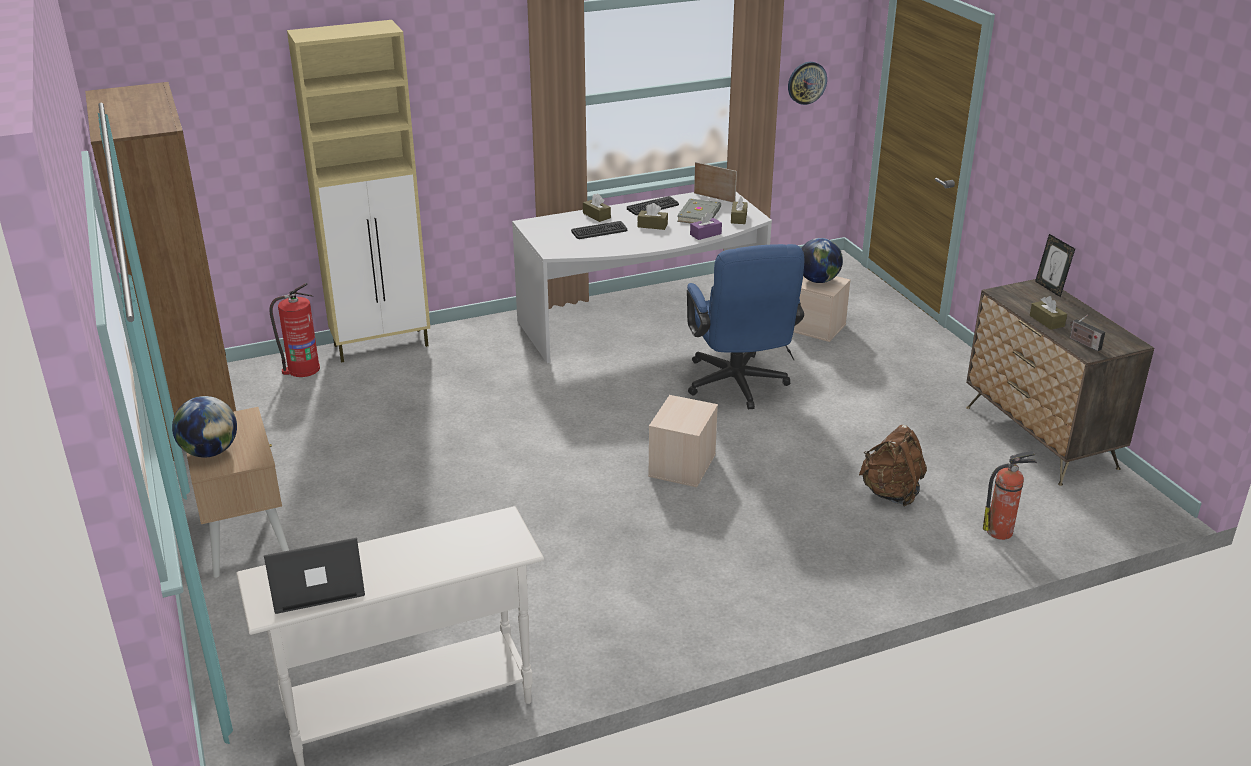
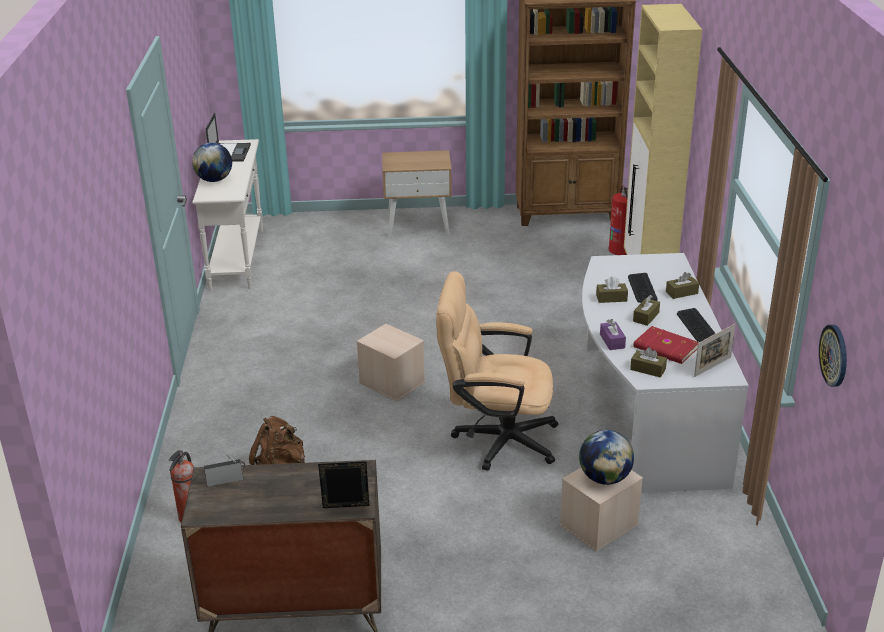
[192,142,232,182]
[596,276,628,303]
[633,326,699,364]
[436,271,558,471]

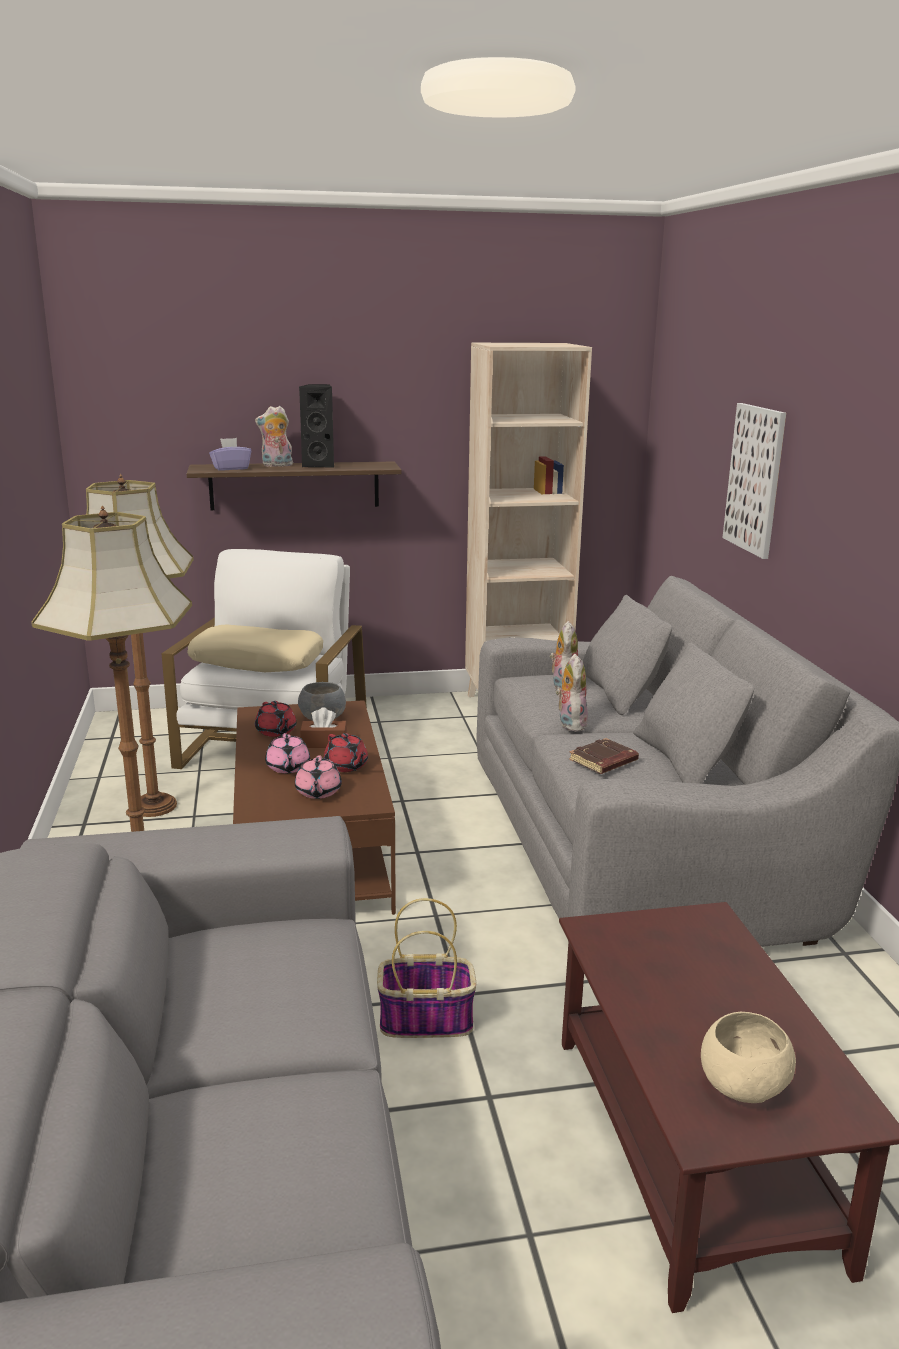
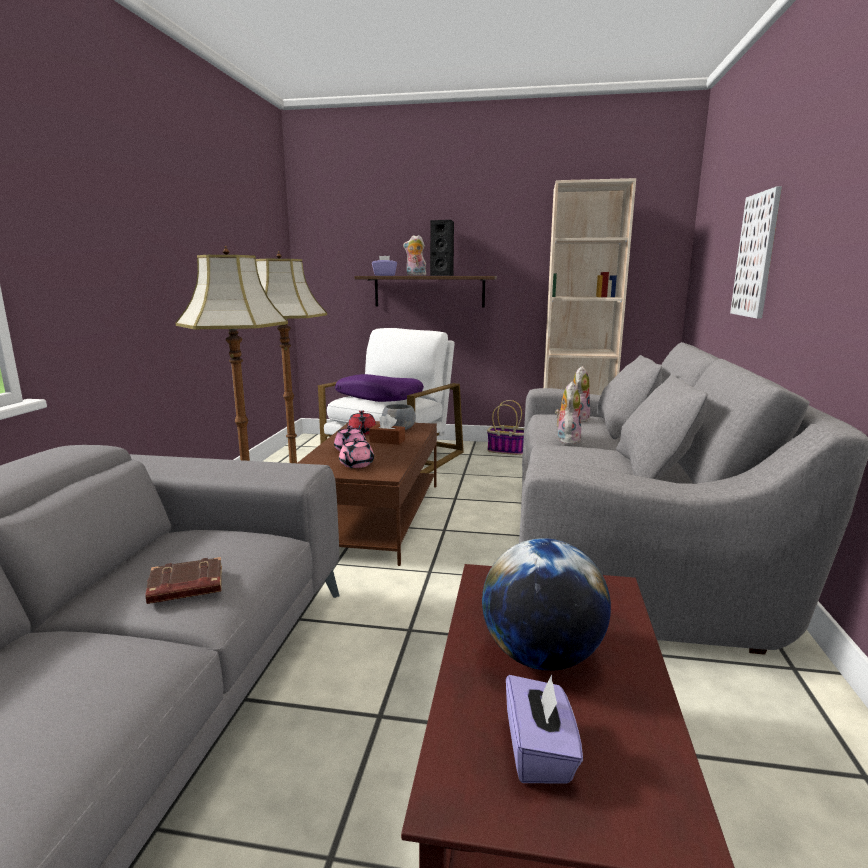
[324,733,368,772] (first image)
[482,538,611,671]
[487,400,524,455]
[145,557,222,604]
[506,674,583,784]
[335,374,424,402]

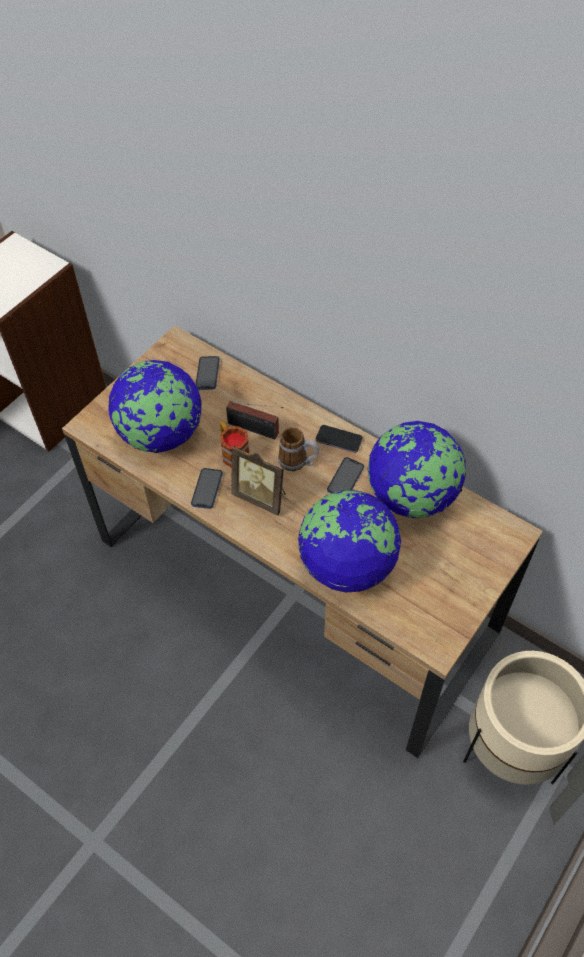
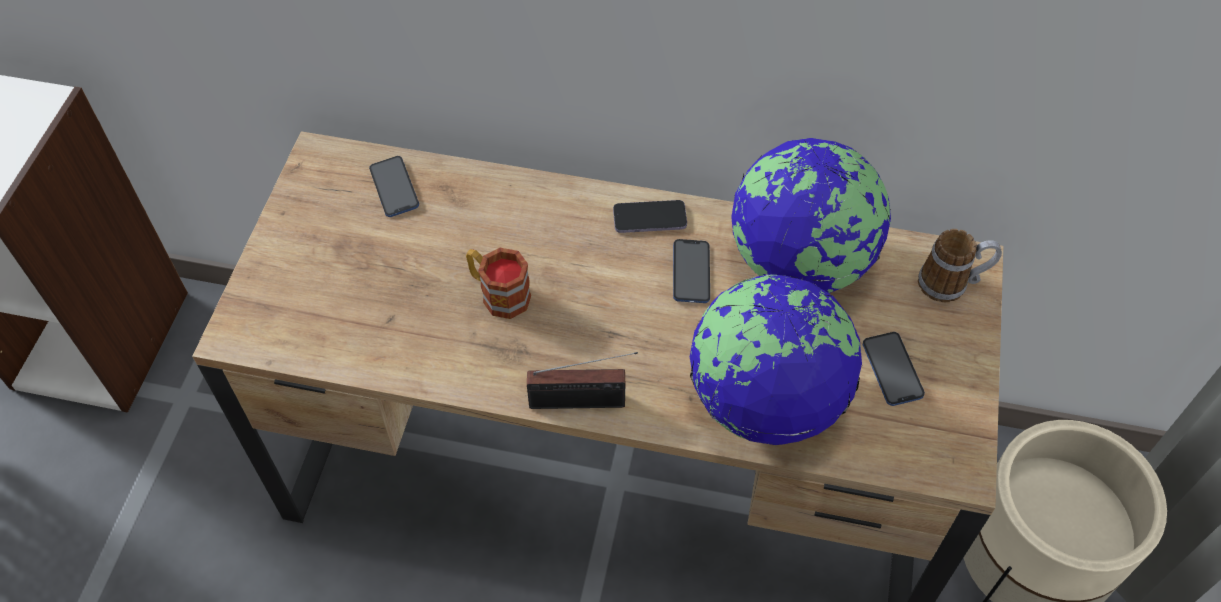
[108,360,202,453] (first image)
[231,445,286,516] (first image)
[863,332,925,406]
[527,352,638,409]
[918,229,1002,302]

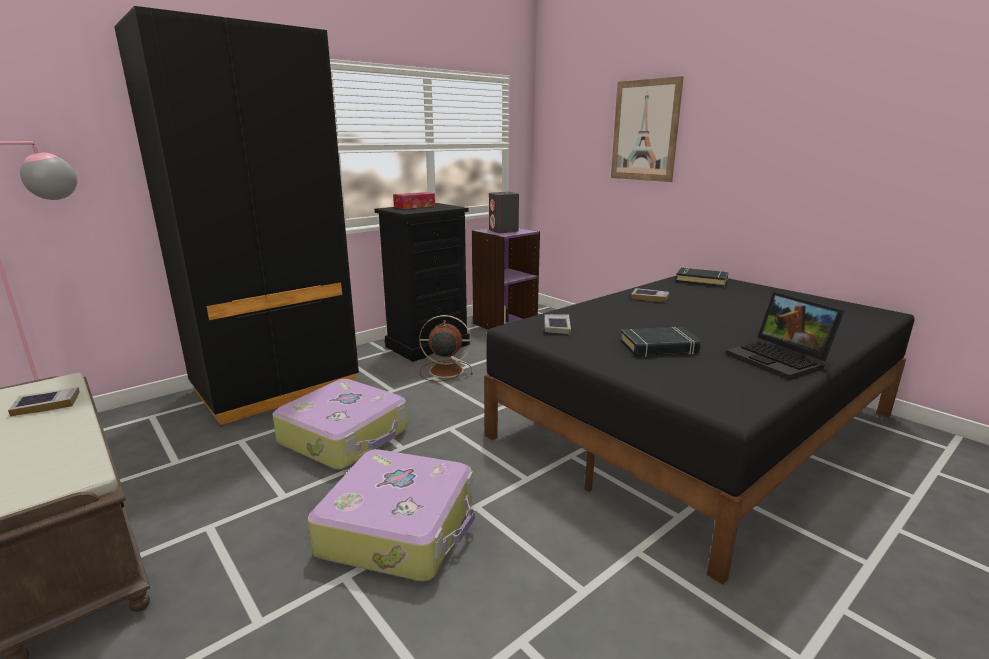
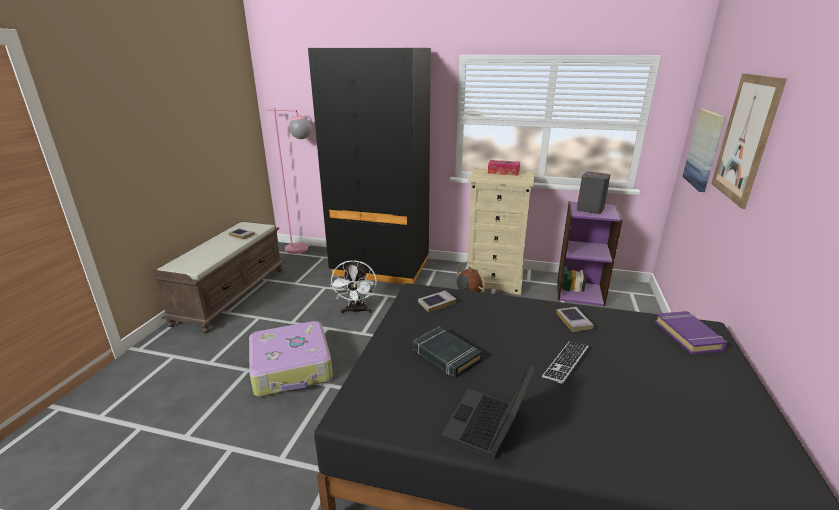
[542,341,589,384]
[683,109,725,192]
[330,260,377,314]
[467,168,535,295]
[655,311,728,354]

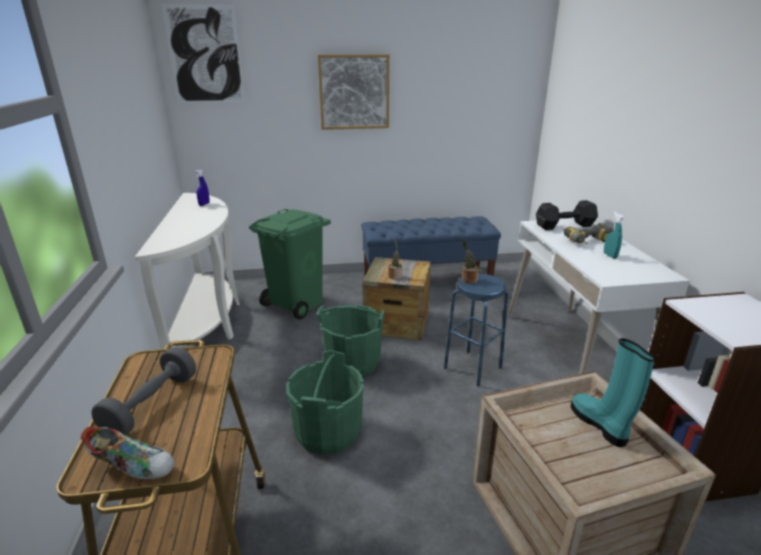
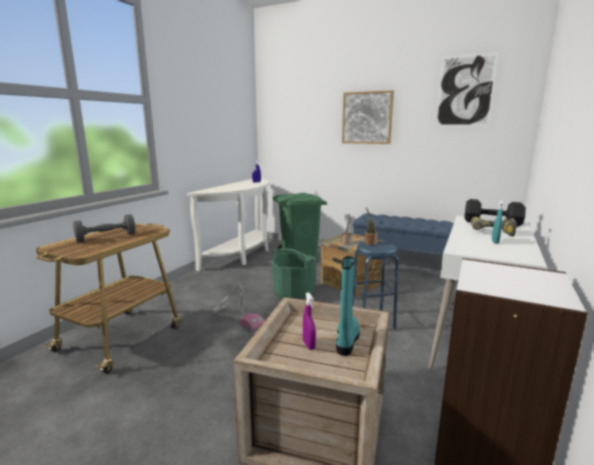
[81,427,175,480] (first image)
[303,292,316,350]
[435,52,498,126]
[211,284,265,333]

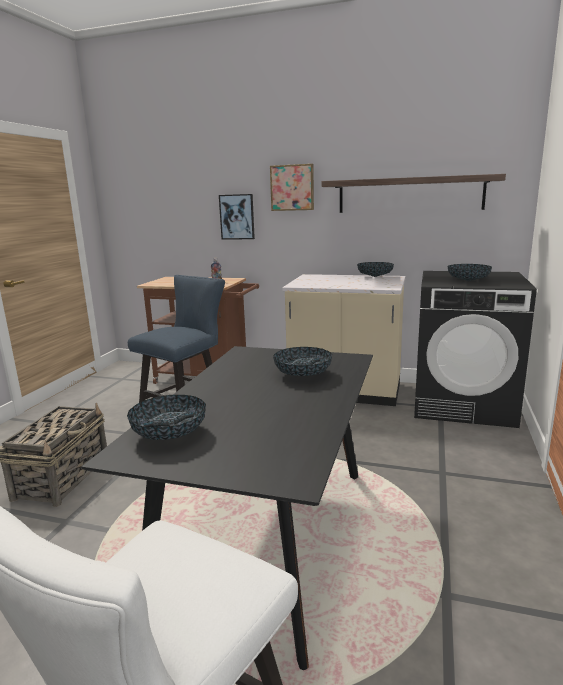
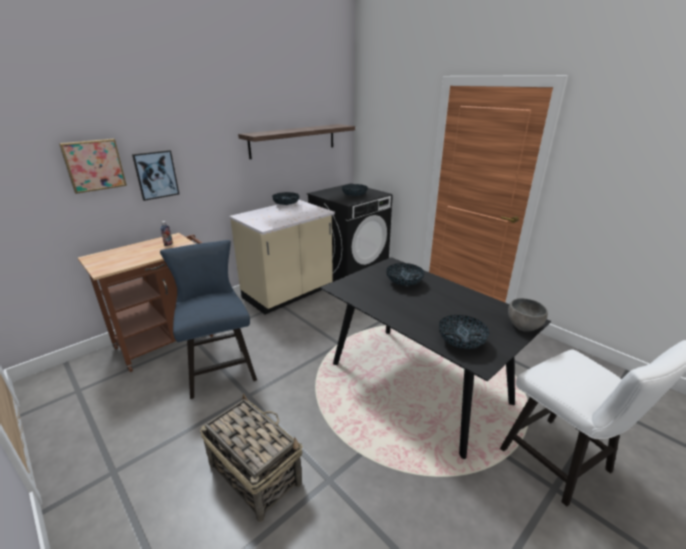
[508,298,548,332]
[59,139,127,194]

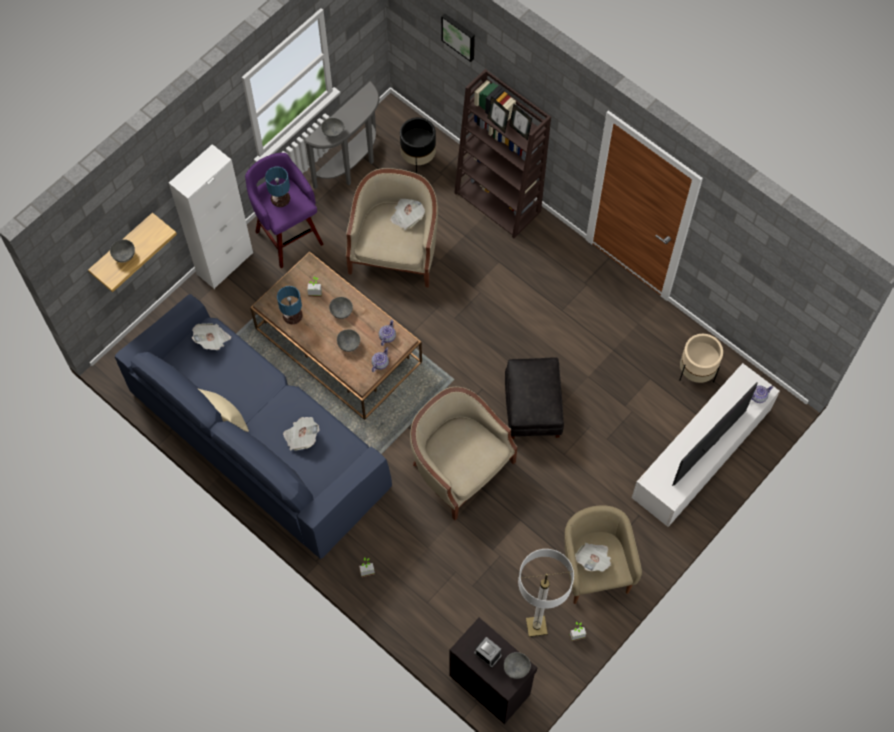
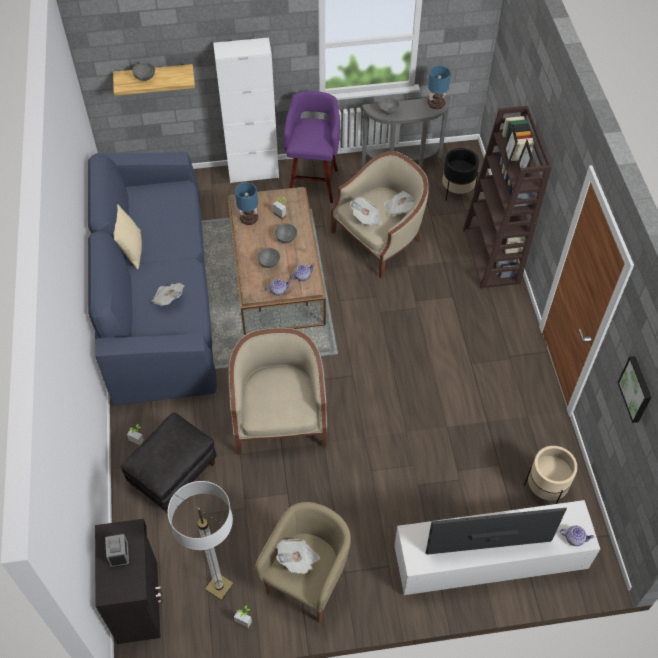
[504,652,531,679] (first image)
[350,197,382,226]
[427,66,451,109]
[617,356,652,423]
[121,412,217,513]

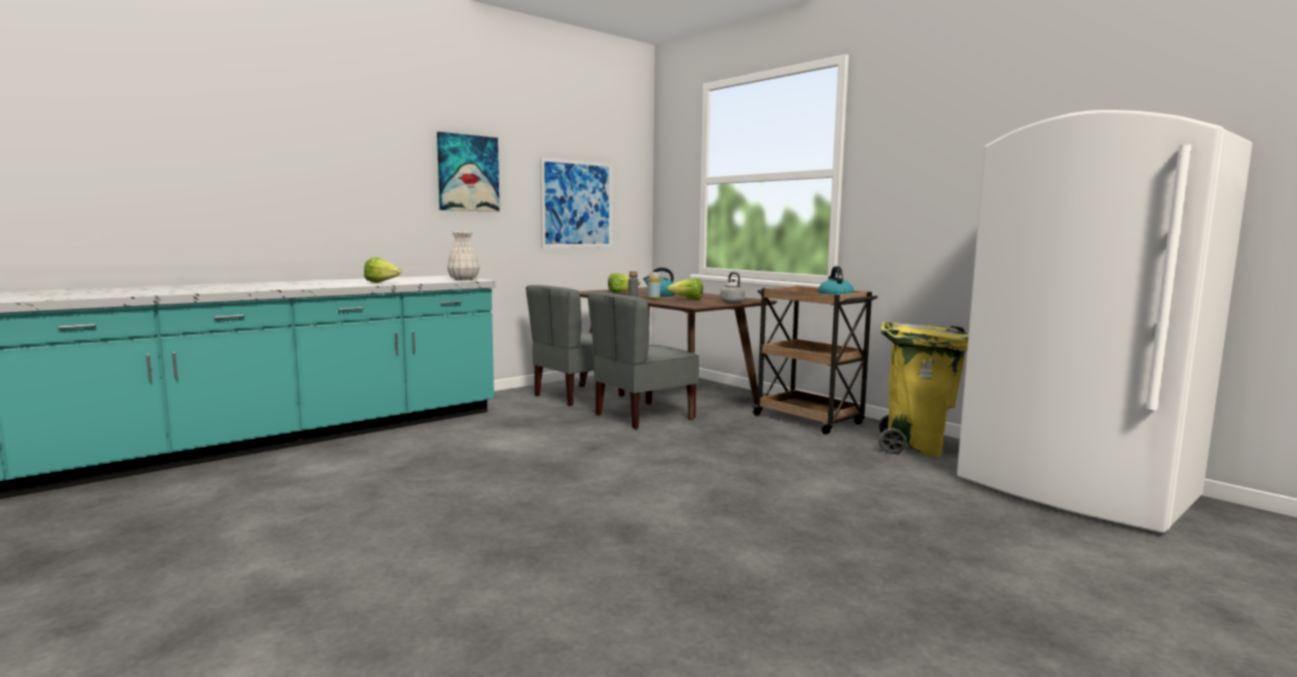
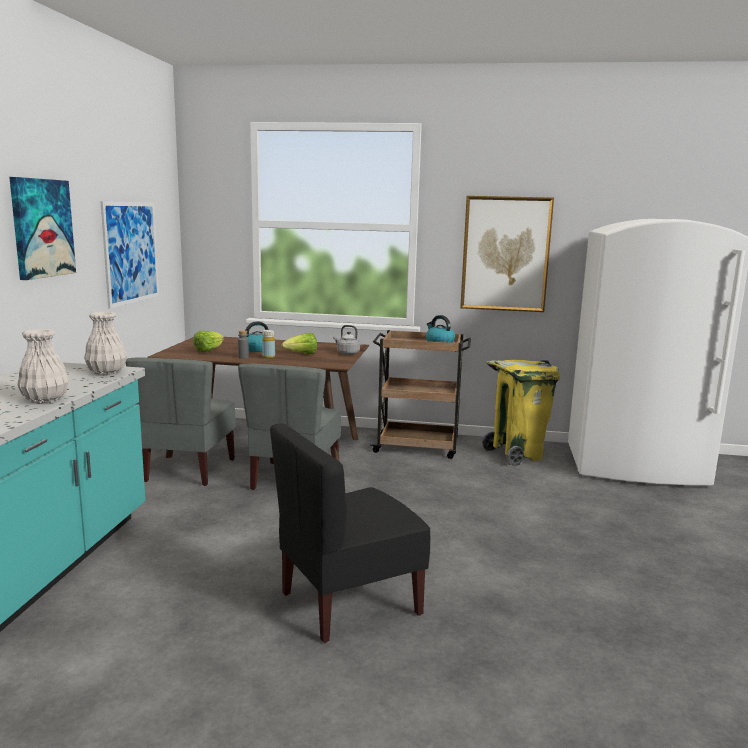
[270,423,430,643]
[460,196,554,312]
[17,329,69,403]

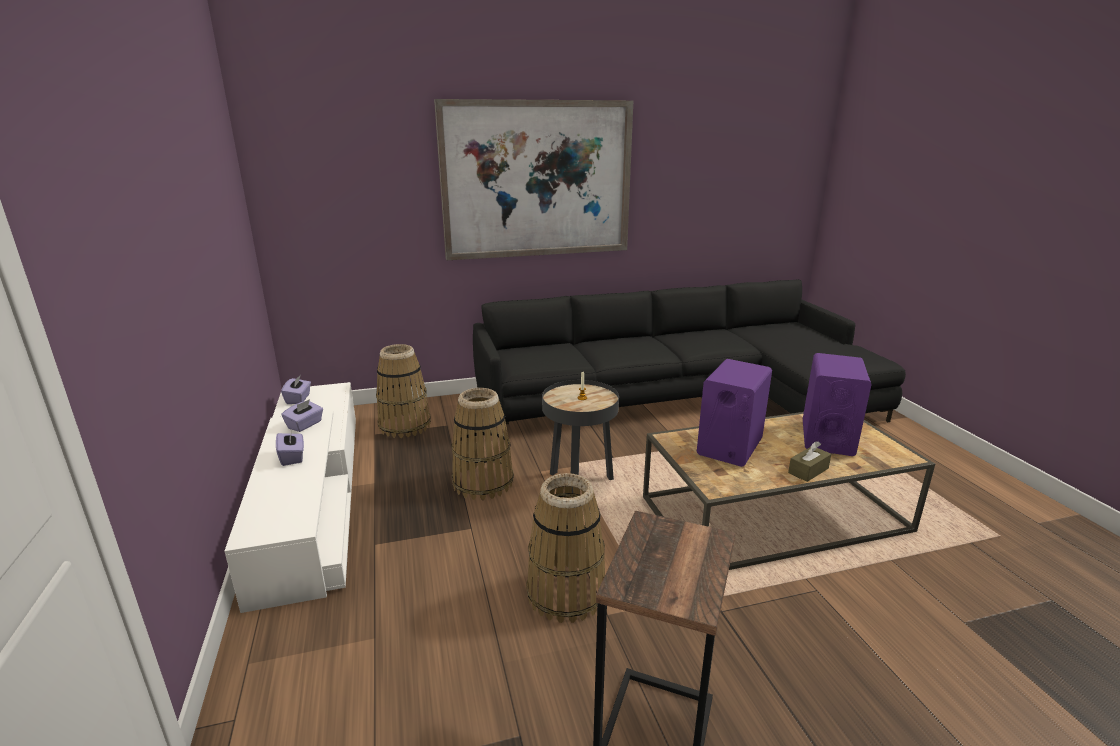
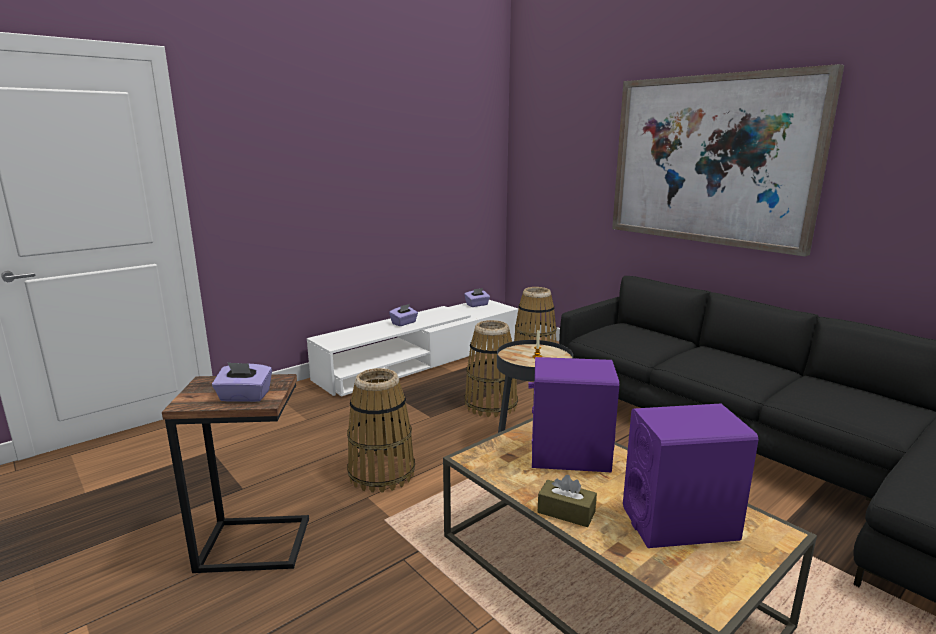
[212,362,272,402]

